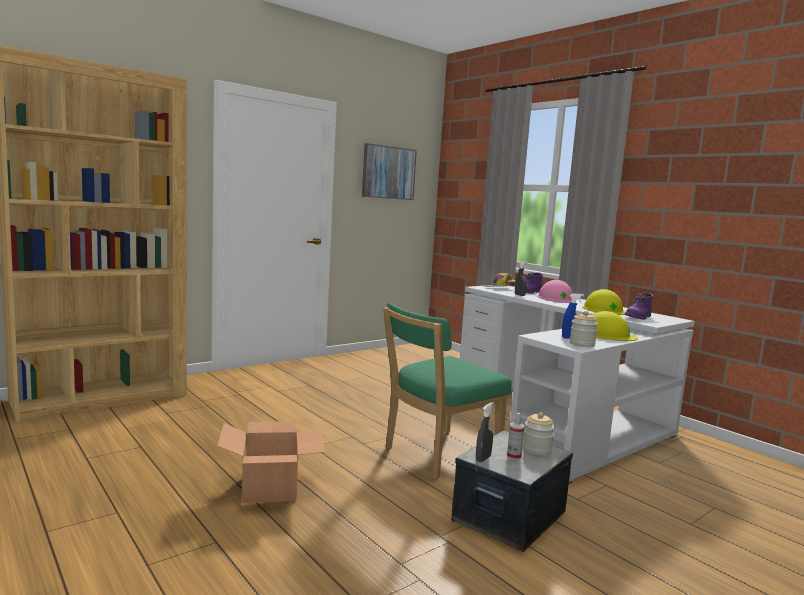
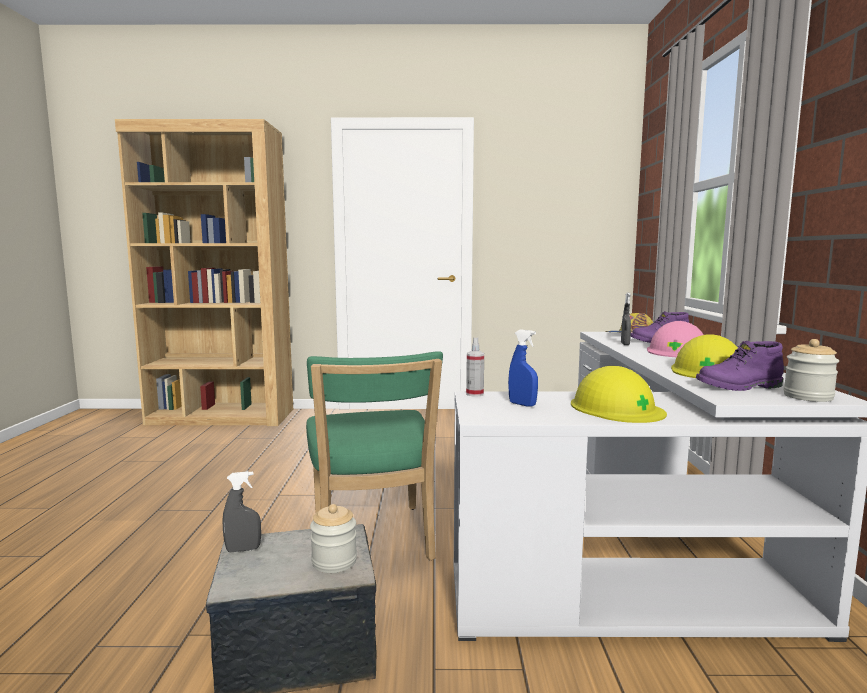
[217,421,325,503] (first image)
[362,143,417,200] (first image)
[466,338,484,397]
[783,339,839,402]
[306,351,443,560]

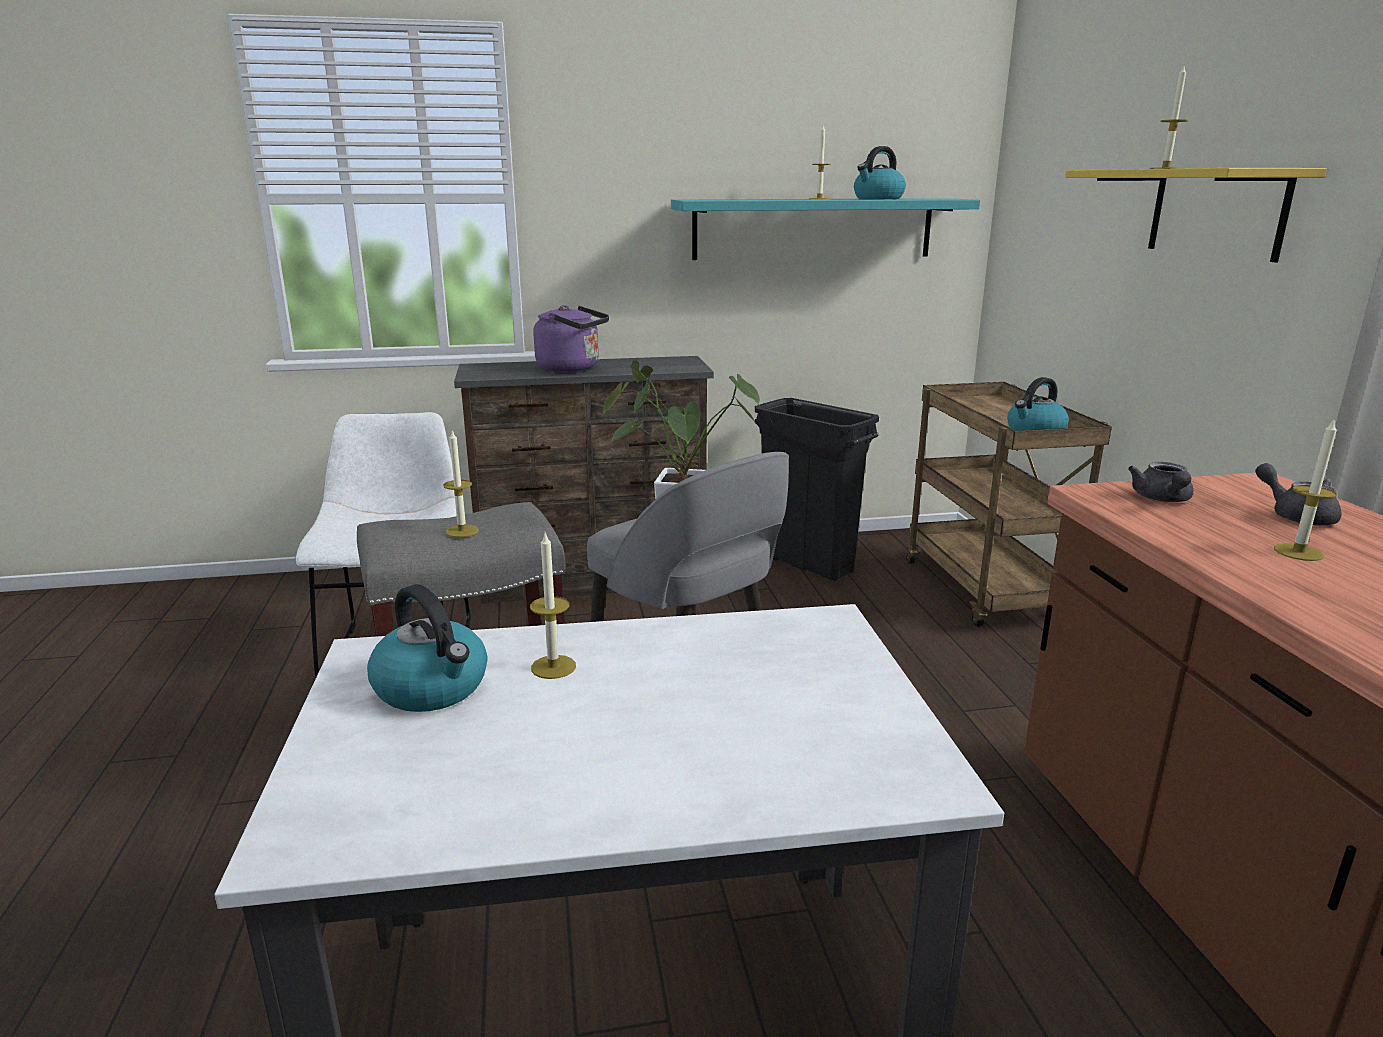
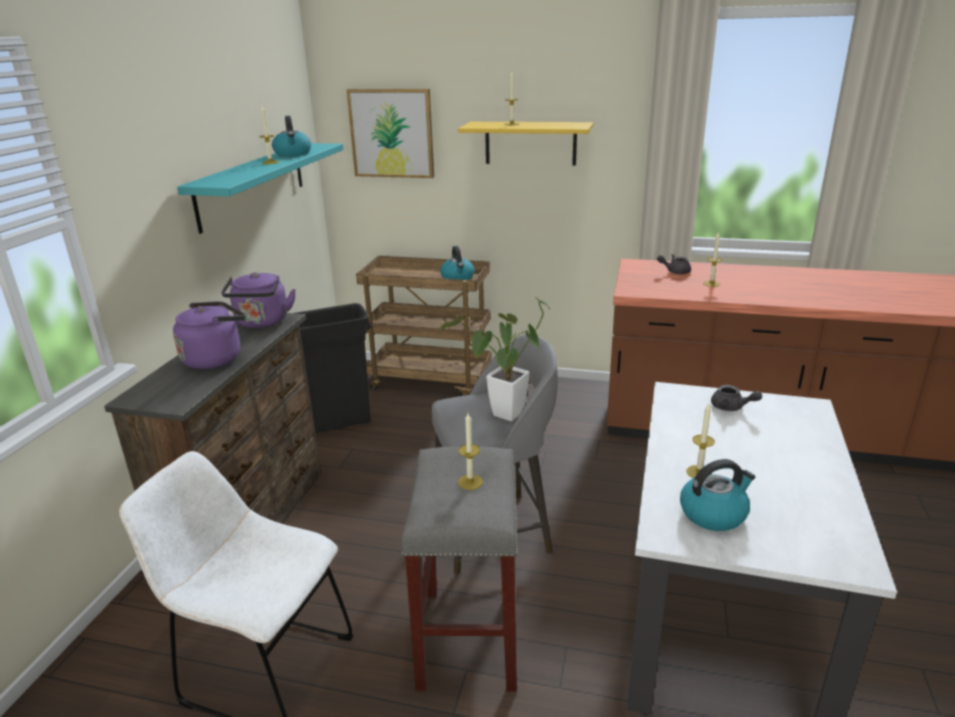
[221,272,296,328]
[347,89,434,178]
[711,385,762,411]

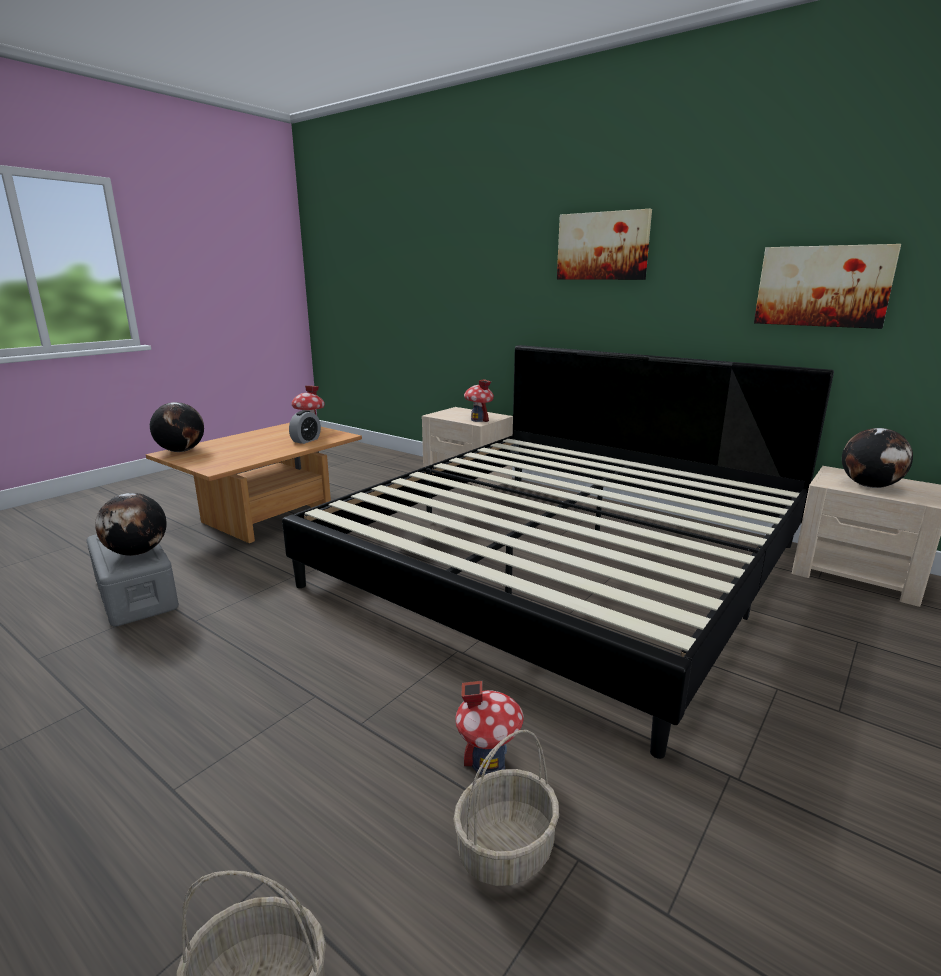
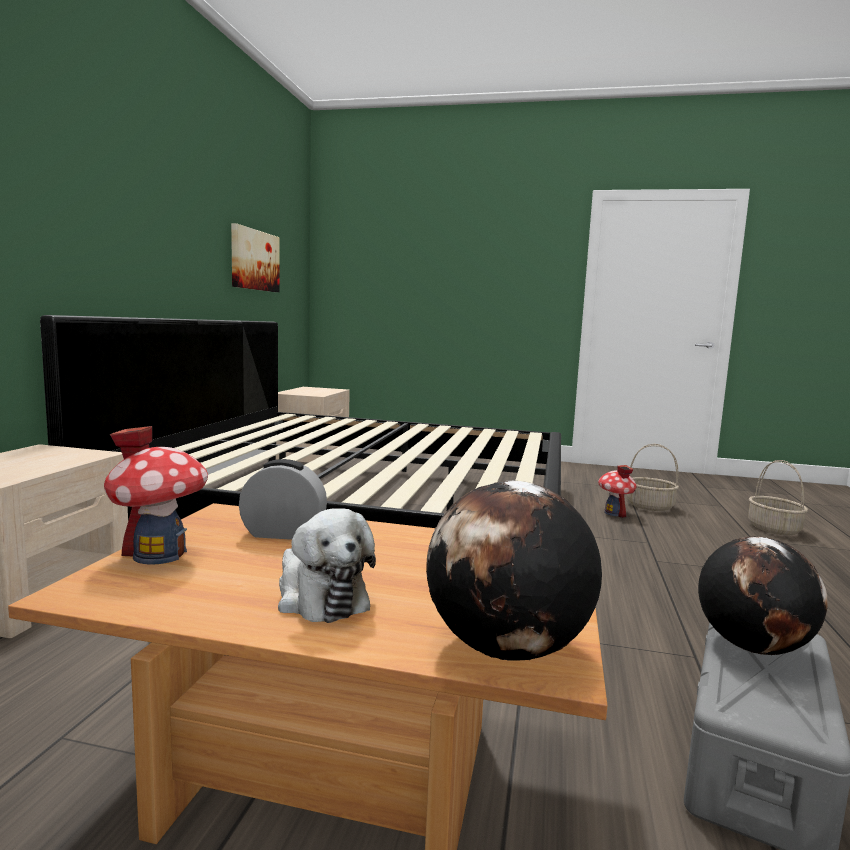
[464,379,494,422] (first image)
[557,209,652,280] (first image)
[842,428,913,488] (first image)
[278,509,376,623]

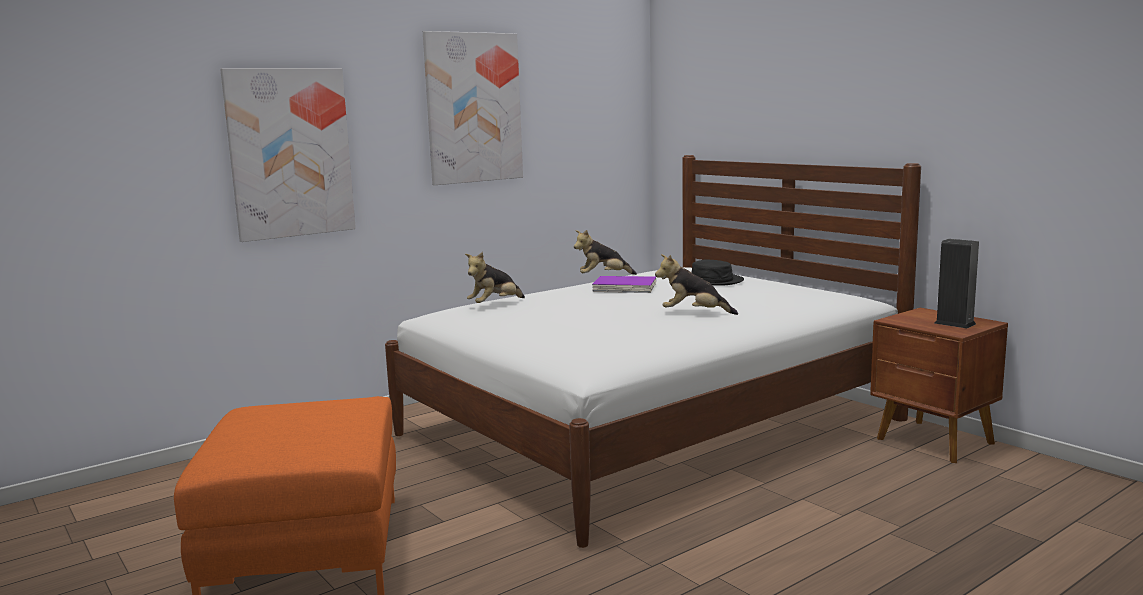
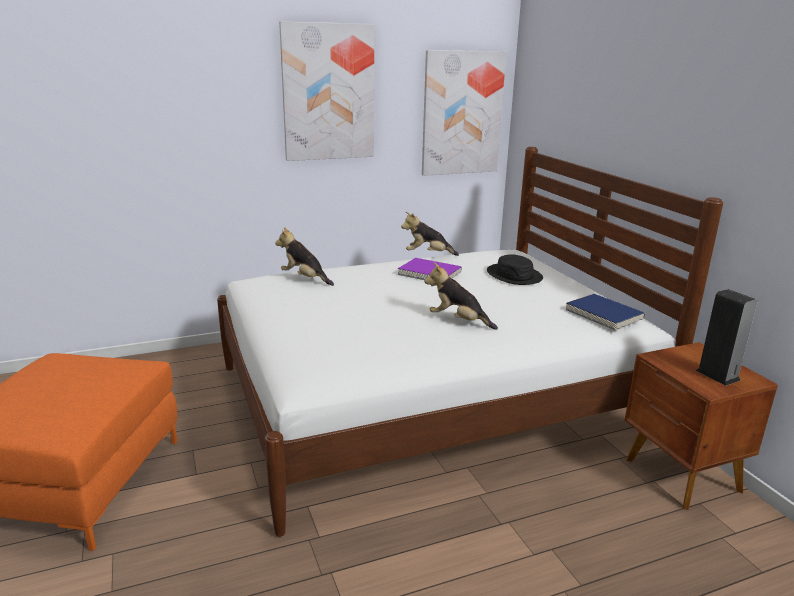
[566,294,645,331]
[422,50,506,176]
[275,227,334,286]

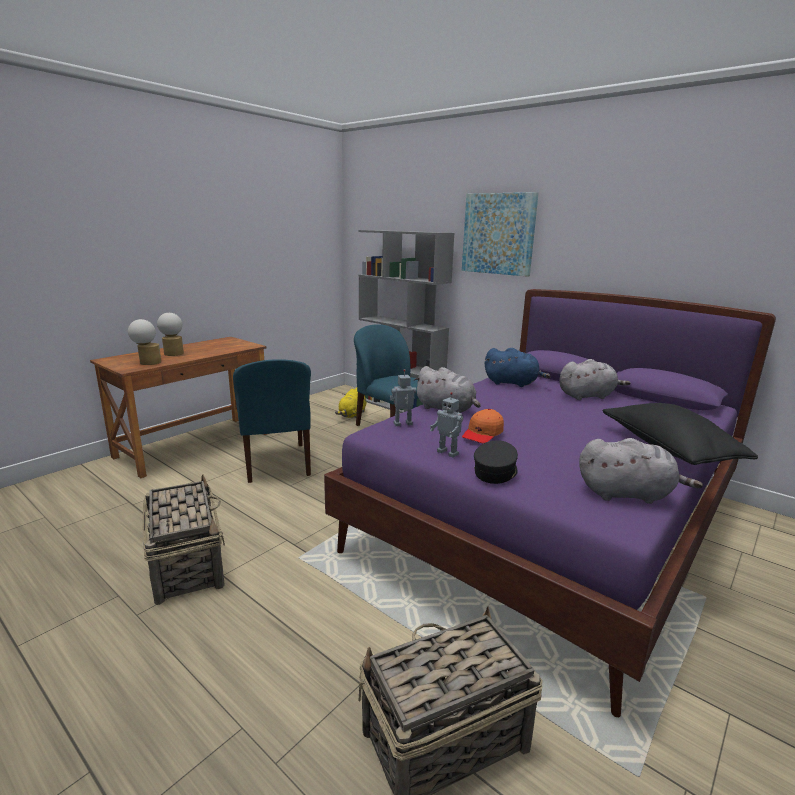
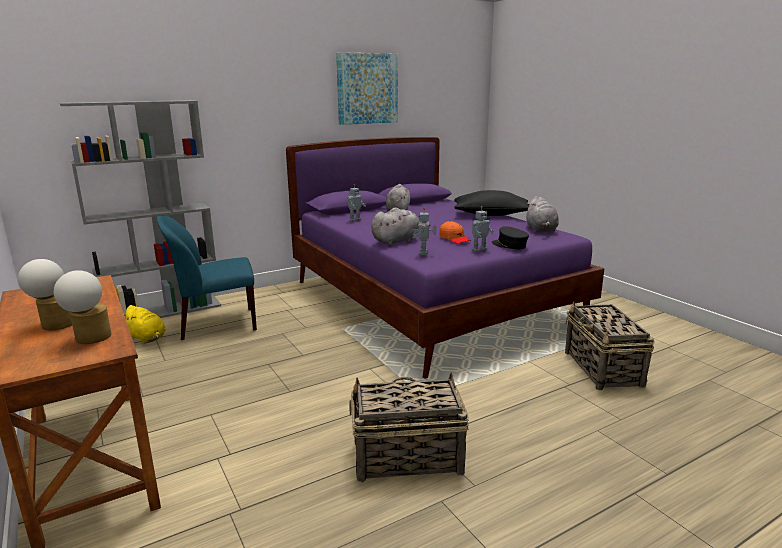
[233,359,311,483] (first image)
[336,52,398,125]
[348,184,366,222]
[526,196,559,232]

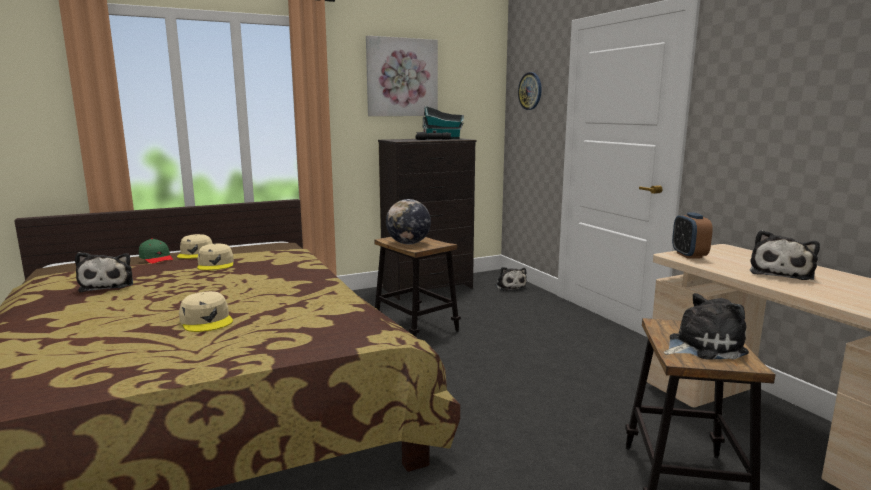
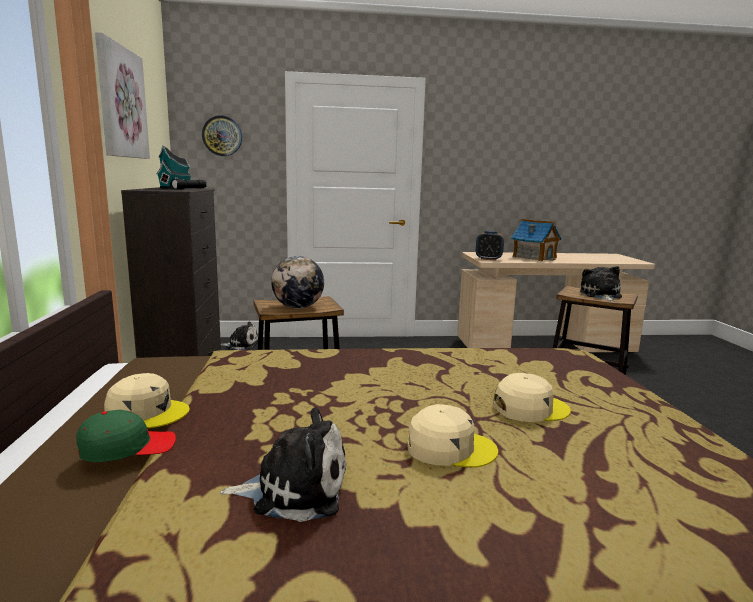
[407,404,498,468]
[511,219,561,261]

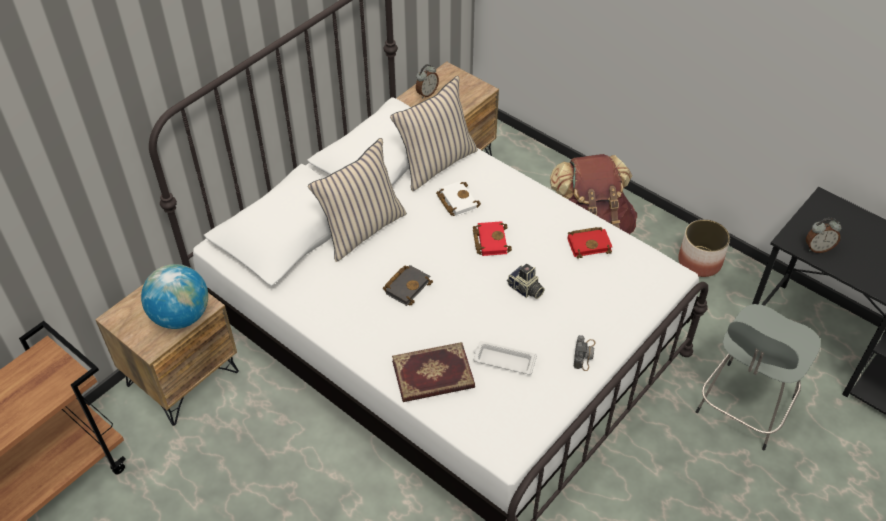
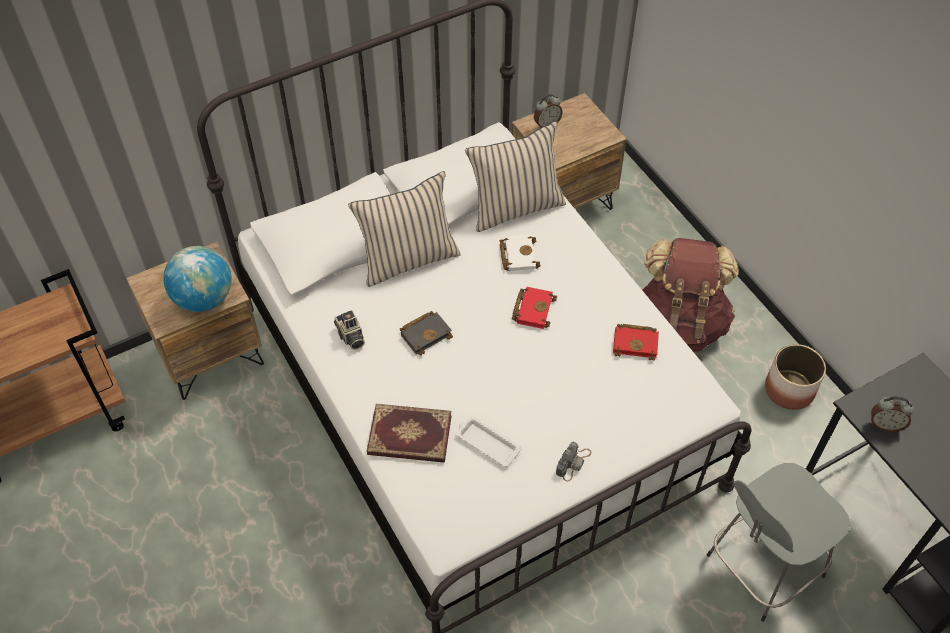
[334,310,365,350]

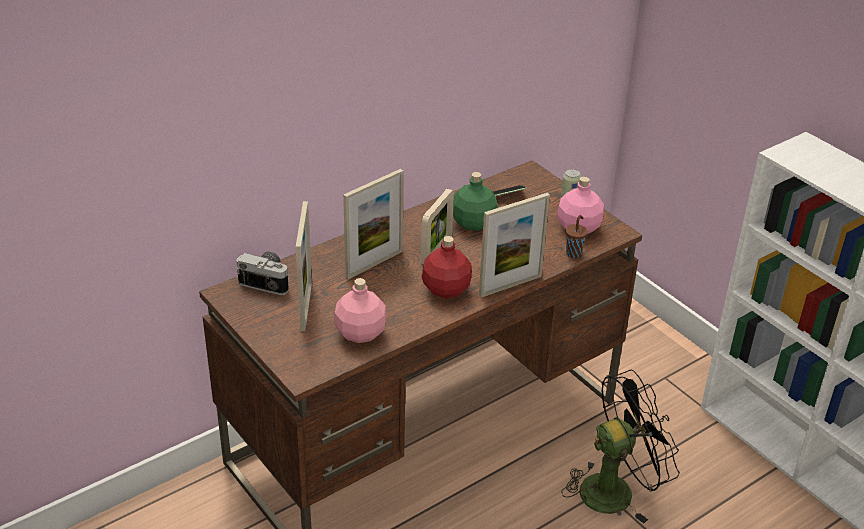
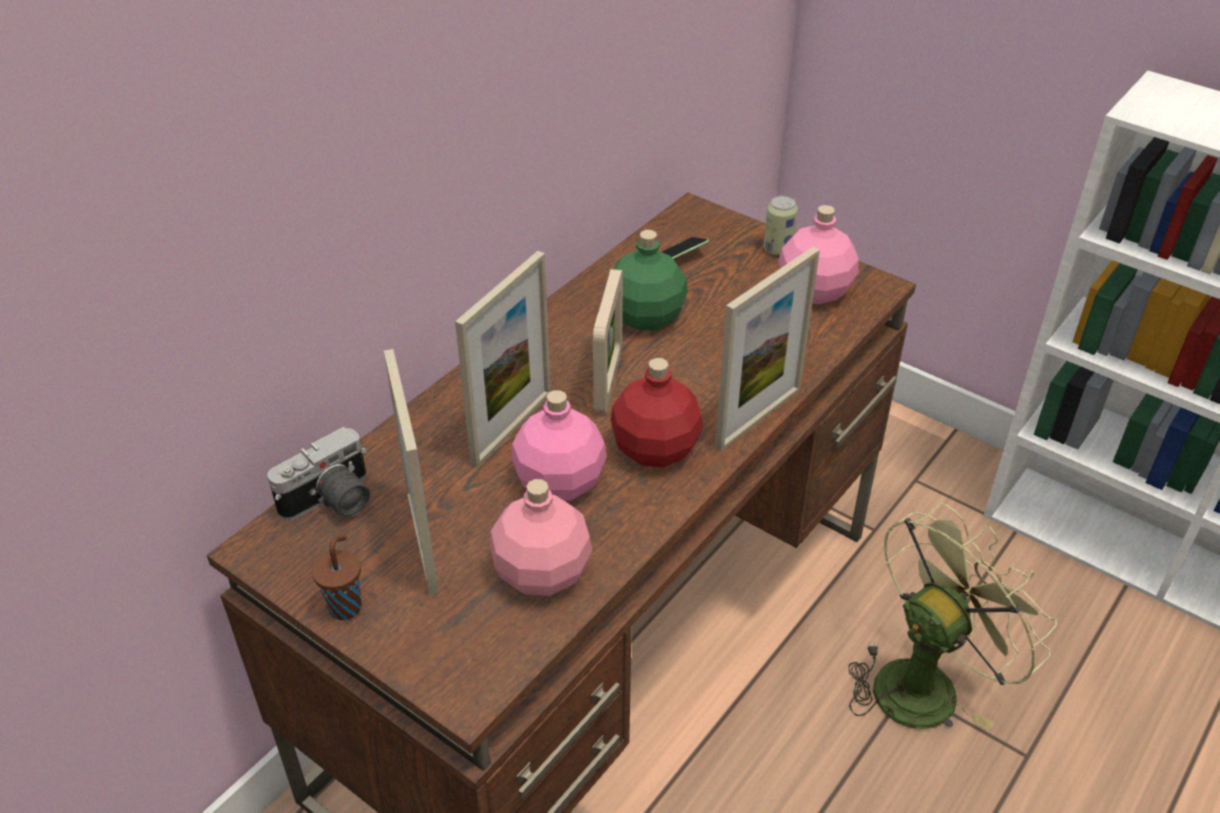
[511,390,607,501]
[312,535,361,620]
[848,503,1057,730]
[268,427,370,521]

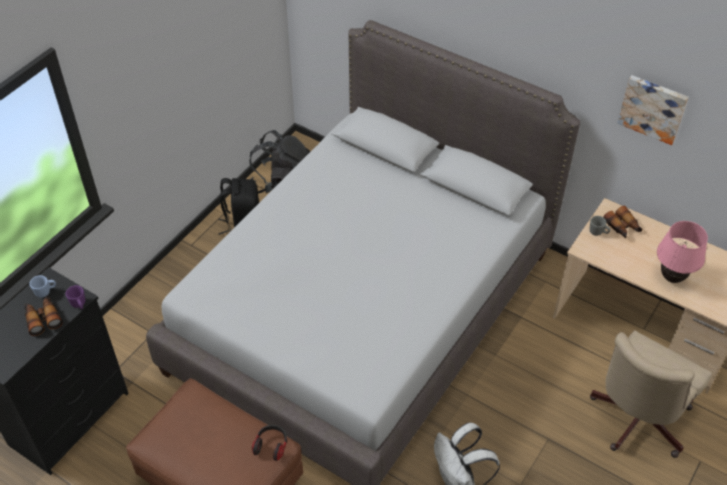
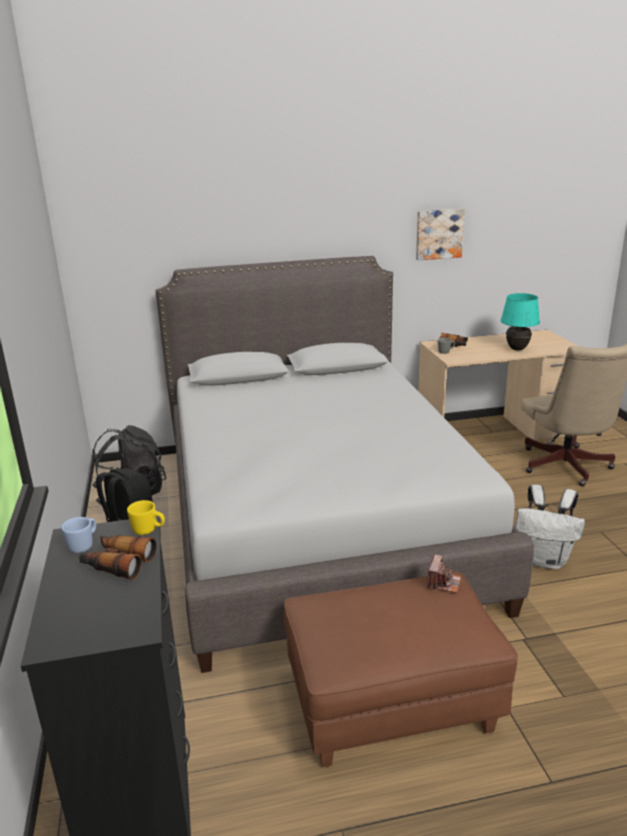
[427,554,461,593]
[127,500,165,535]
[500,293,540,350]

